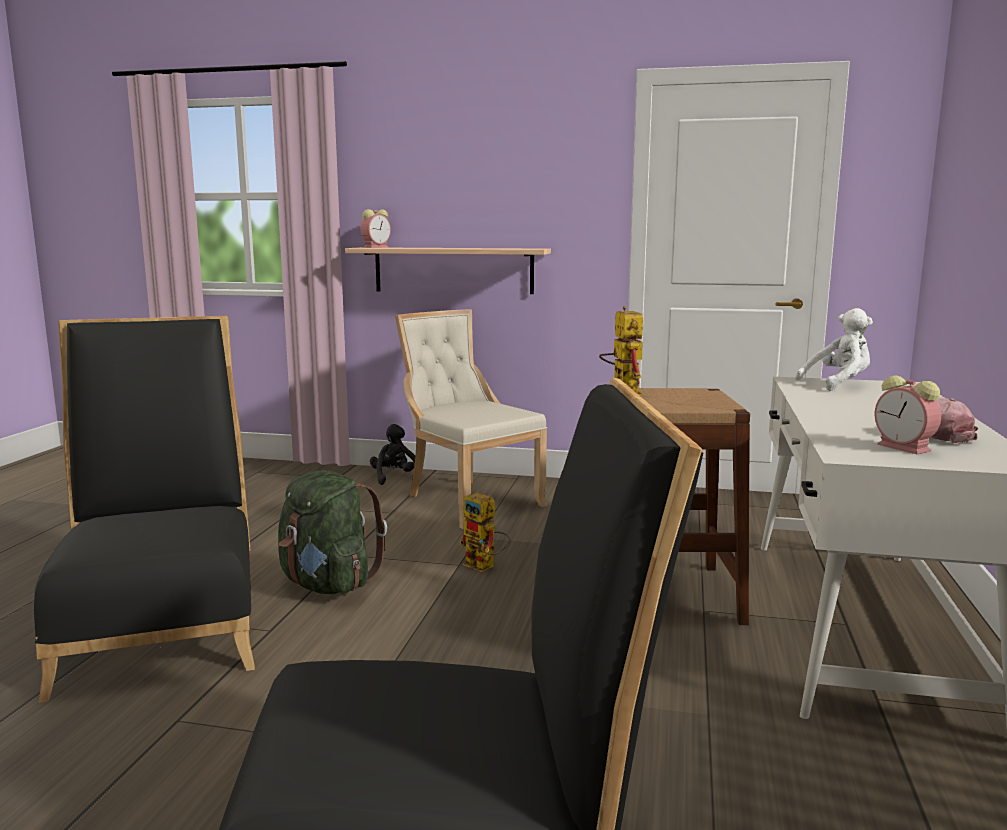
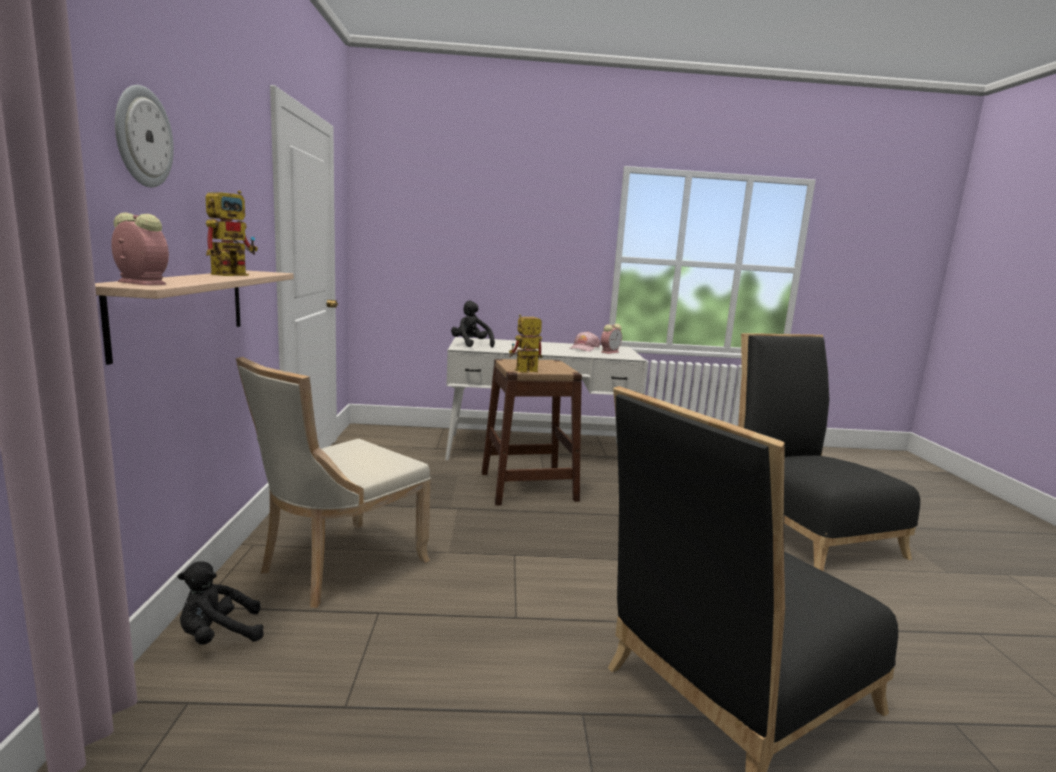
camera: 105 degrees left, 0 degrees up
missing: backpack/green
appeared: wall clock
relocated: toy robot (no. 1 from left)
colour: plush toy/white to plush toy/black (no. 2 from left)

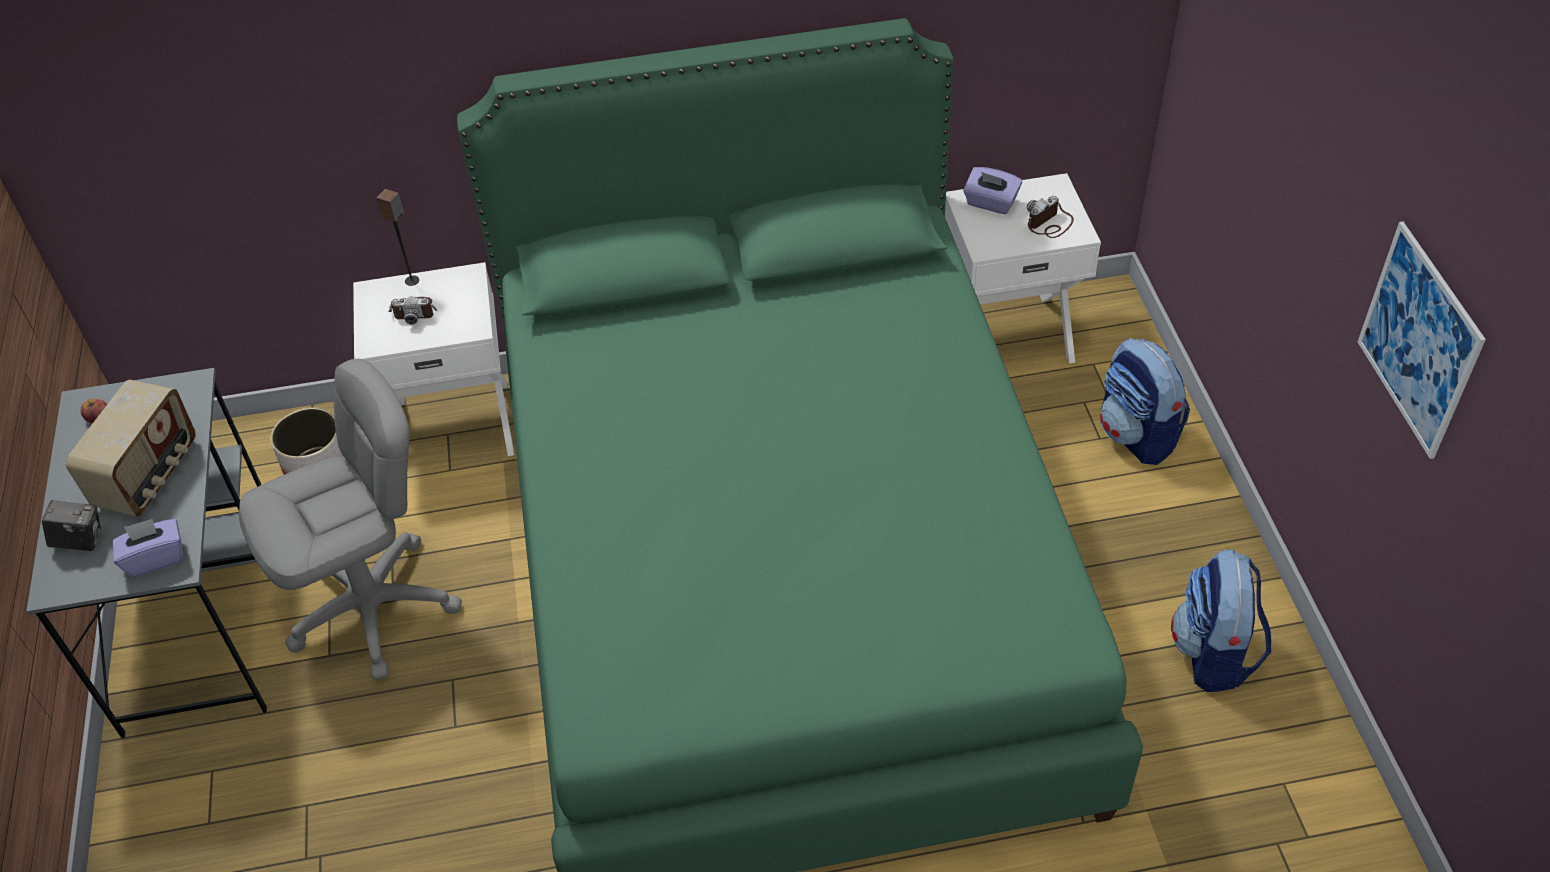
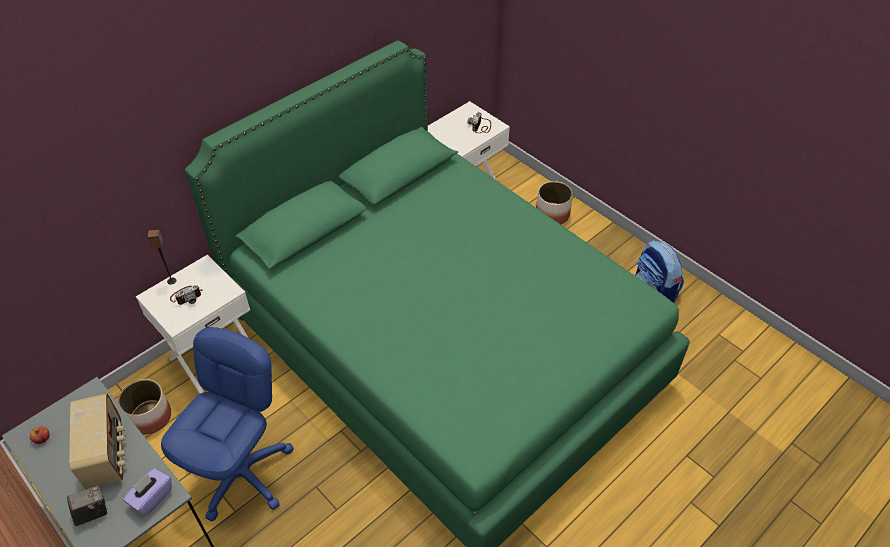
camera: 35 degrees left, 0 degrees up
missing: tissue box/purple (no. 2 from left); picture
exchanged: backpack (no. 1 from left) to planter (no. 2 from left)
colour: office chair/grey to office chair/blue

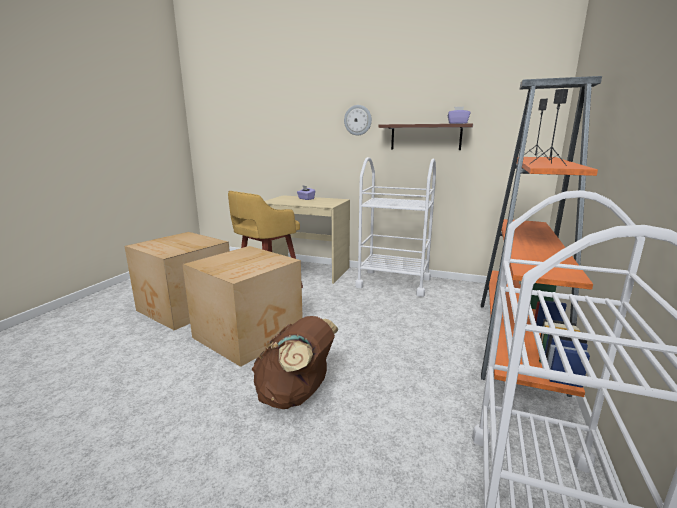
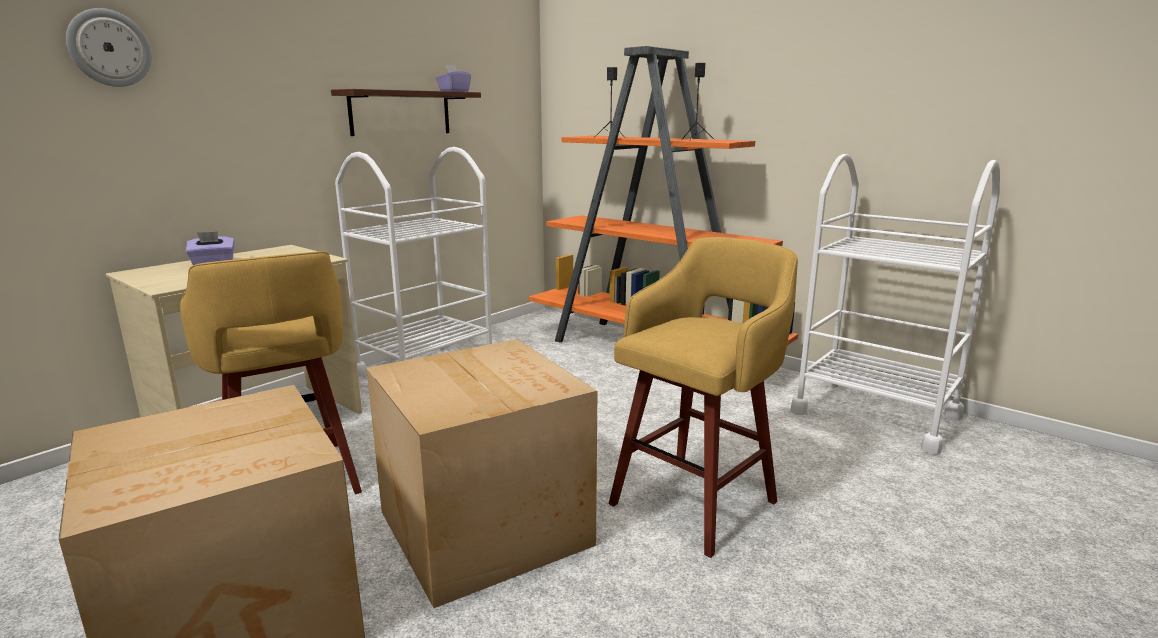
camera: 70 degrees left, 0 degrees up
relocated: wall clock
exchanged: backpack/brown to stool/yellow (no. 2 from left)

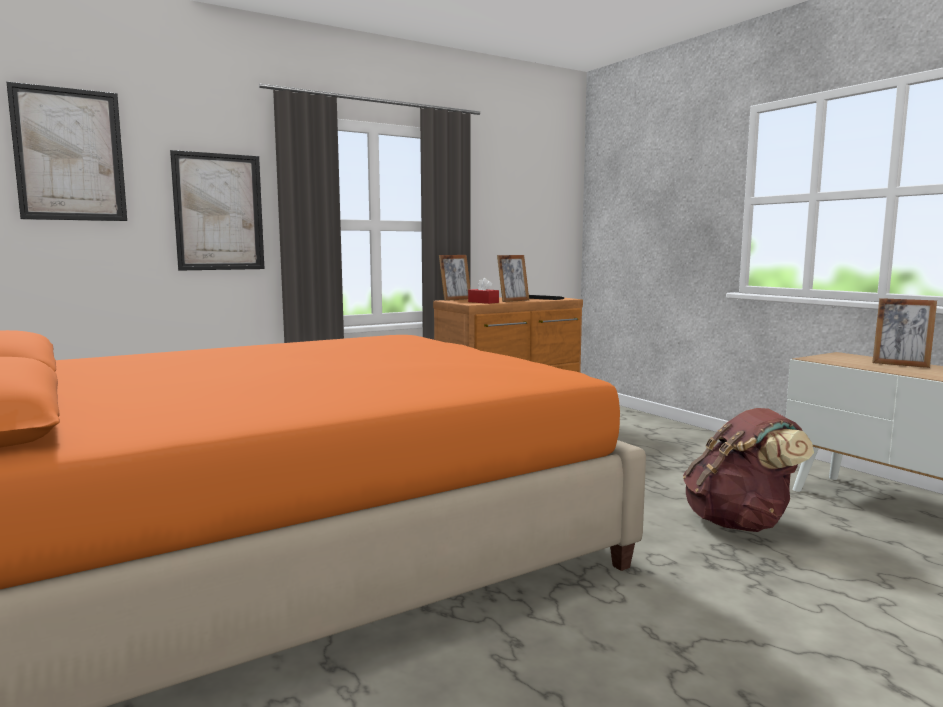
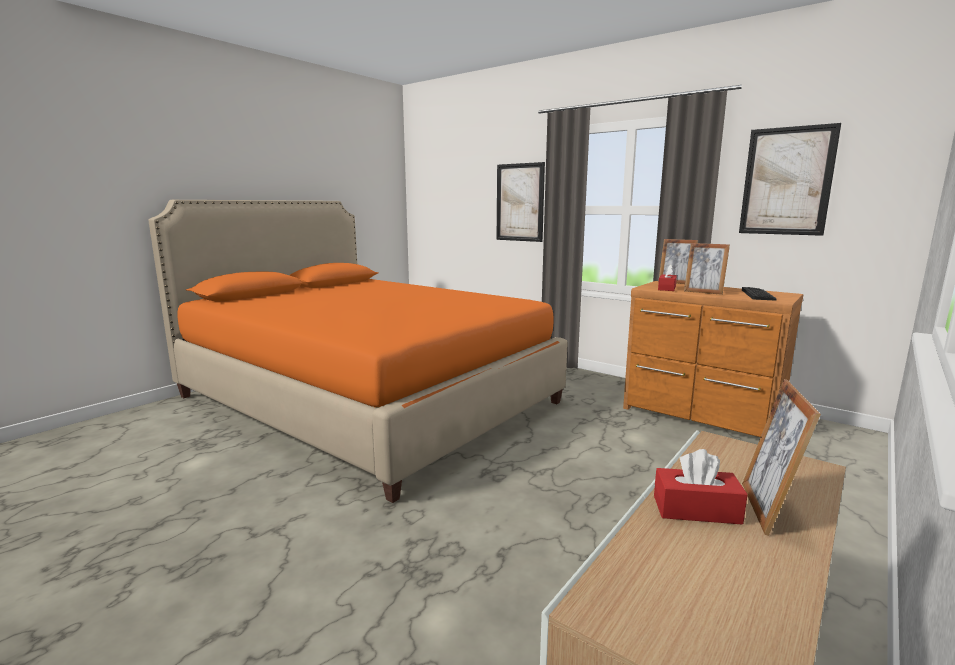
camera: 70 degrees right, 5 degrees up
missing: backpack/brown
appeared: tissue box/red (no. 2 from left)
relocated: picture (no. 1 from left in the first image) to picture (no. 2 from left)

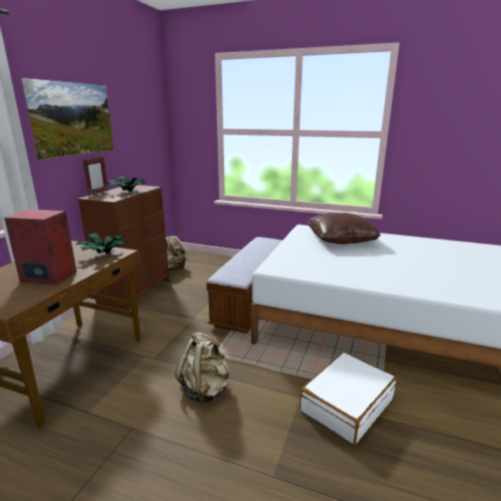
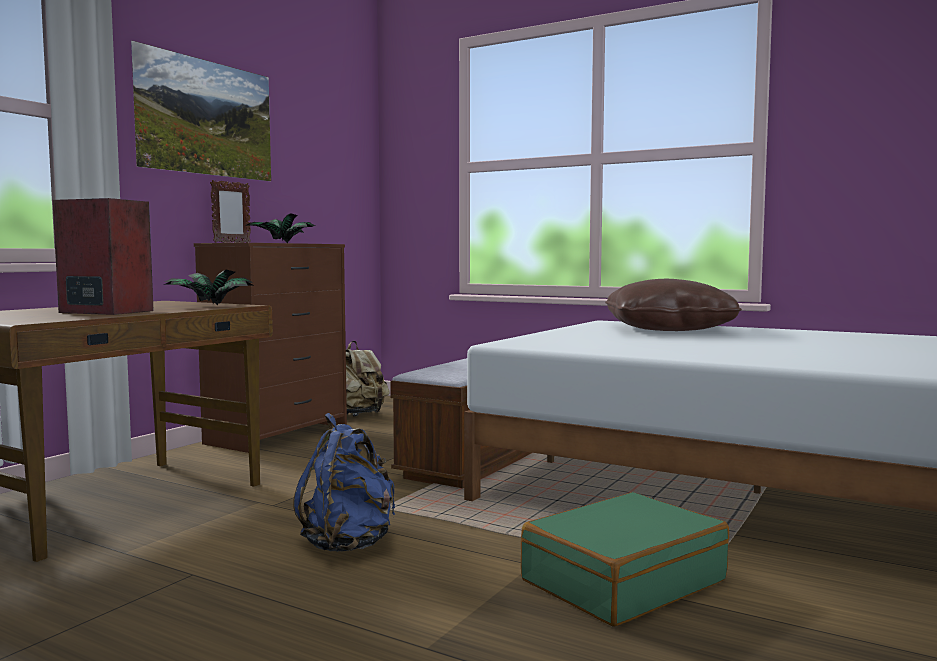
camera: 10 degrees right, 15 degrees down
colour: backpack/beige (no. 2 from left) to backpack/blue; suitcase/white to suitcase/green

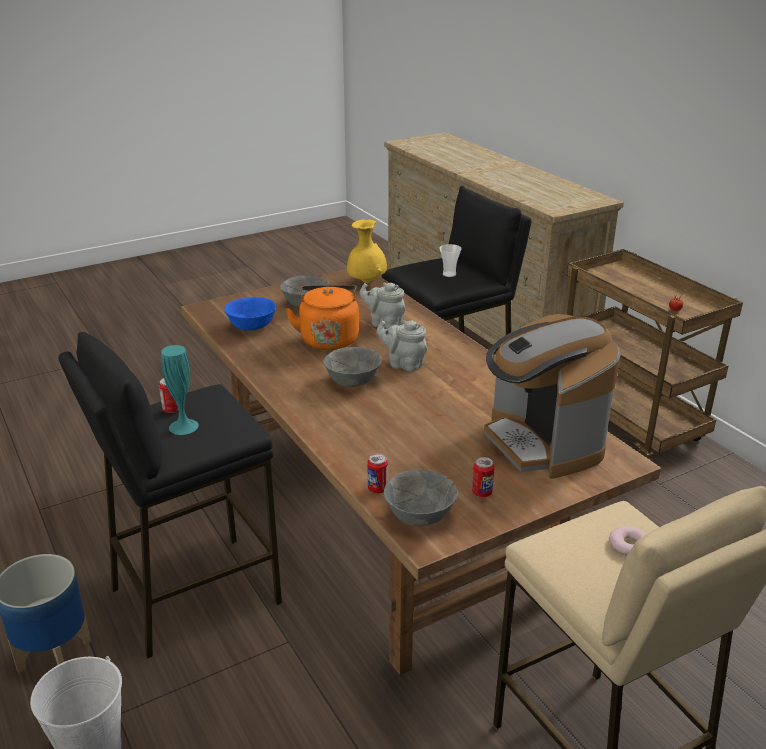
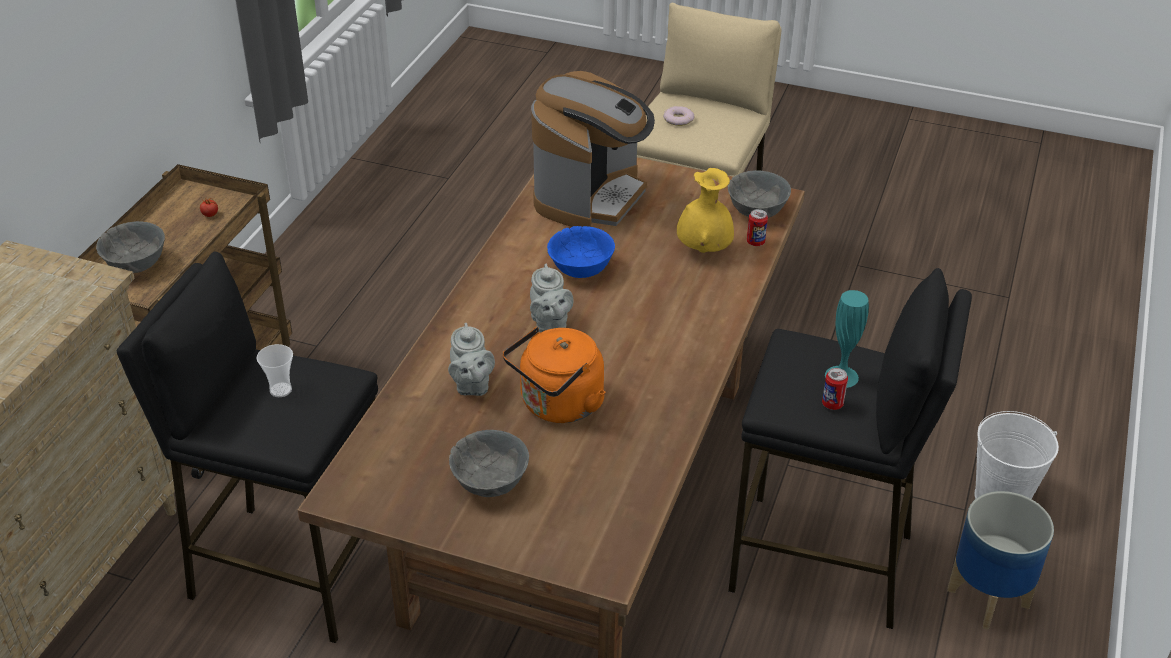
camera: 130 degrees left, 10 degrees up
missing: can (no. 3 from left)
relocated: bowl/grey (no. 2 from left in the first image) to bowl/grey (no. 1 from left); bowl/blue; vase/yellow

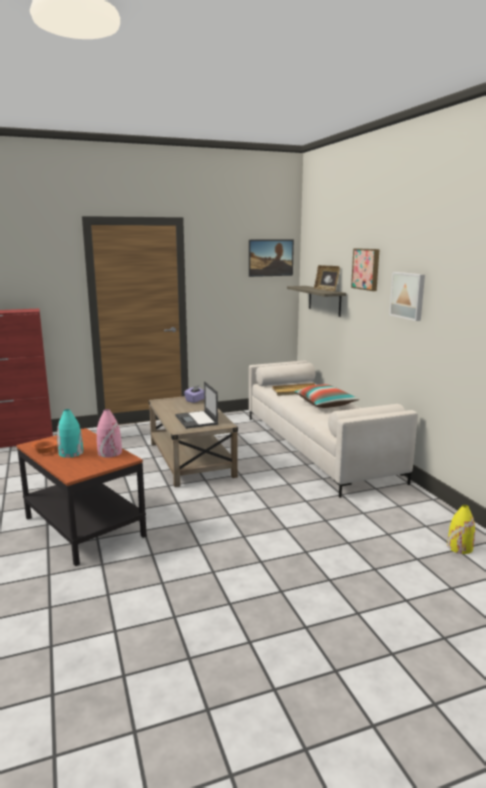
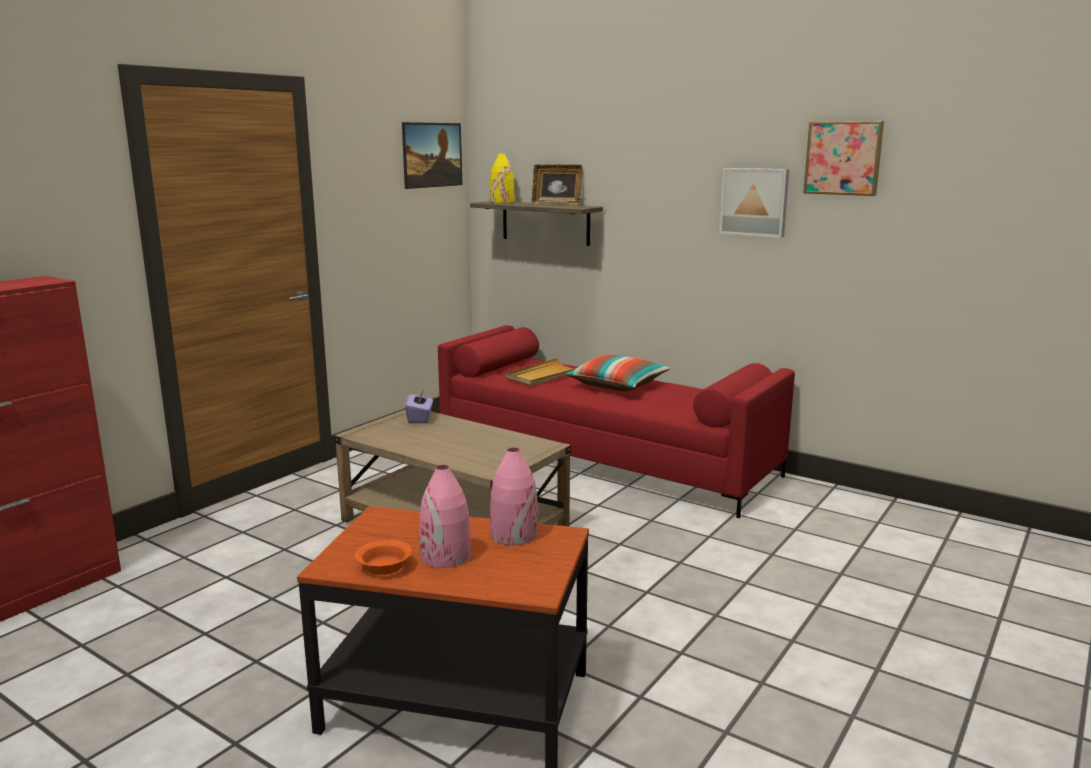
camera: 35 degrees left, 0 degrees up
missing: laptop
relocated: vase/yellow; picture (no. 2 from left in the first image) to picture (no. 3 from left)
colour: vase/turquoise to vase/pink (no. 1 from left); sofa/white to sofa/red

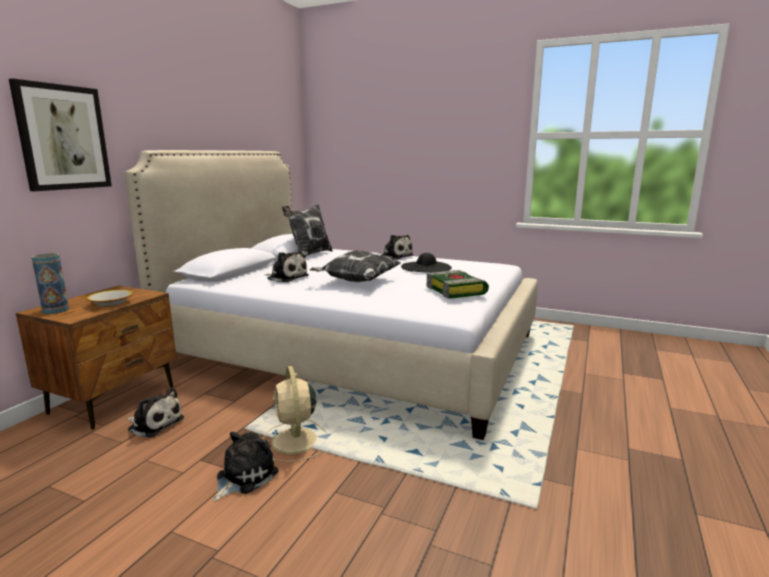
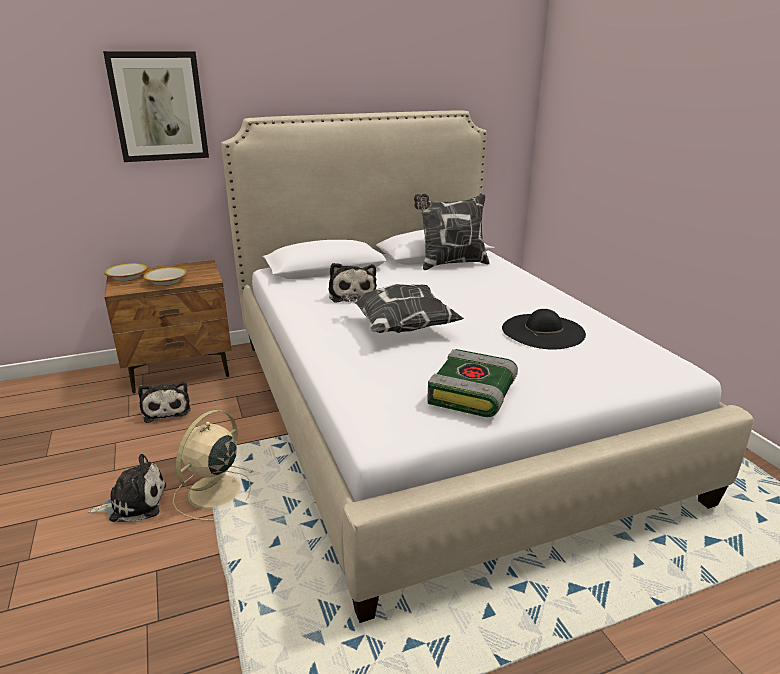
camera: 45 degrees right, 10 degrees up
missing: plush toy (no. 4 from left)
exchanged: vase to bowl (no. 1 from left)

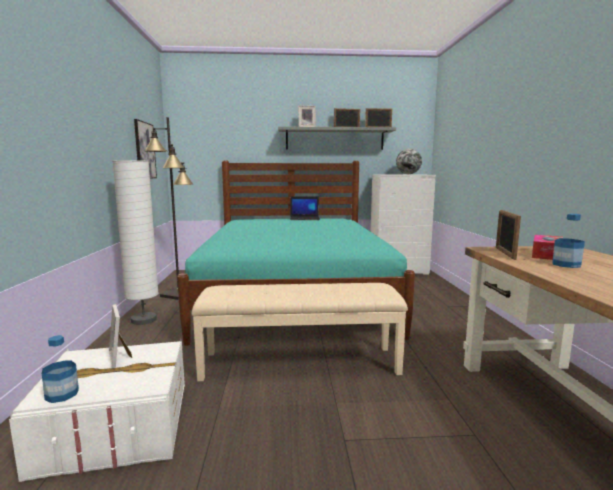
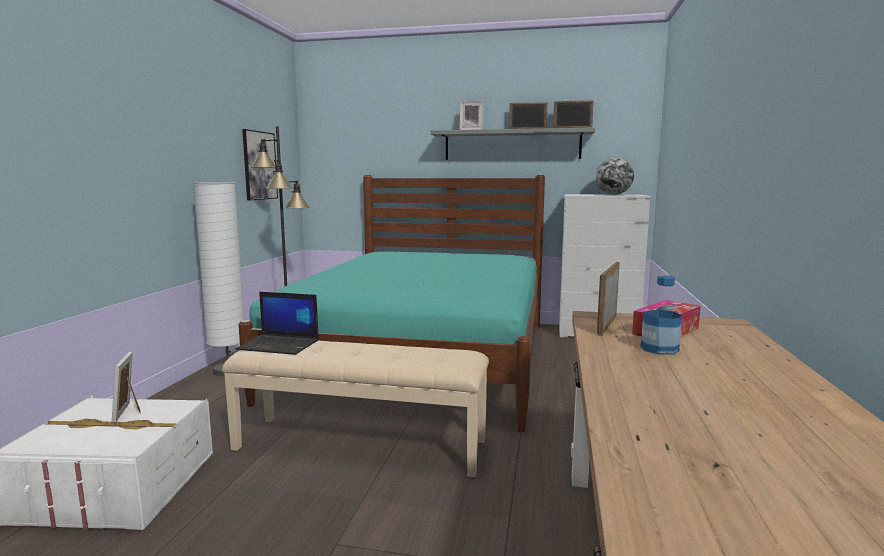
camera: 15 degrees right, 0 degrees up
missing: bottle (no. 1 from left)
relocated: laptop

